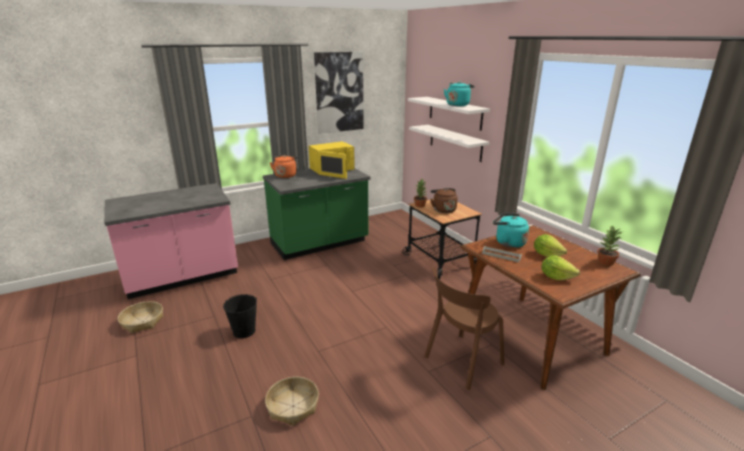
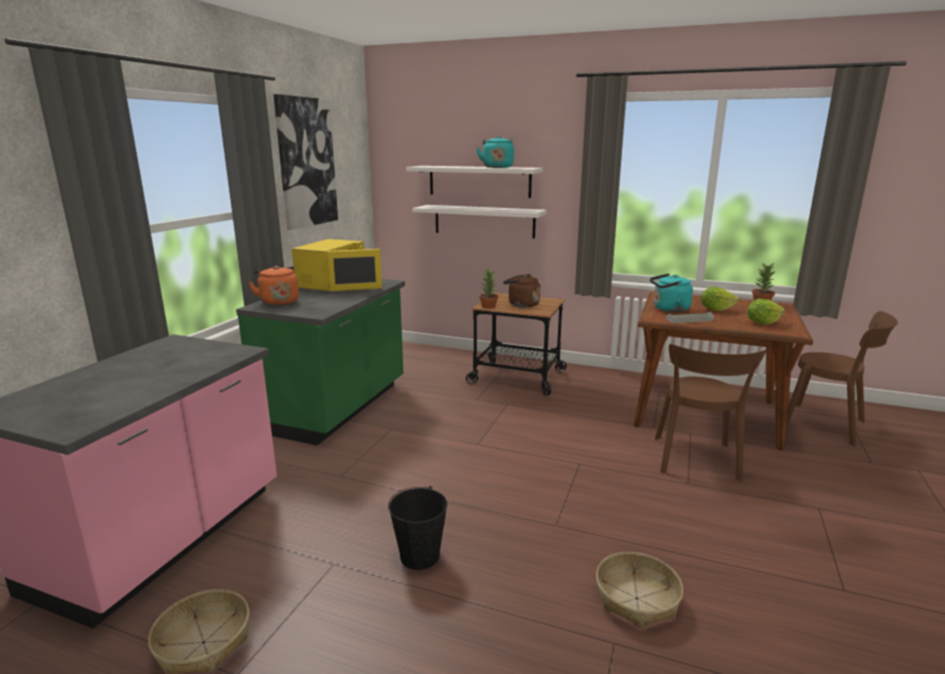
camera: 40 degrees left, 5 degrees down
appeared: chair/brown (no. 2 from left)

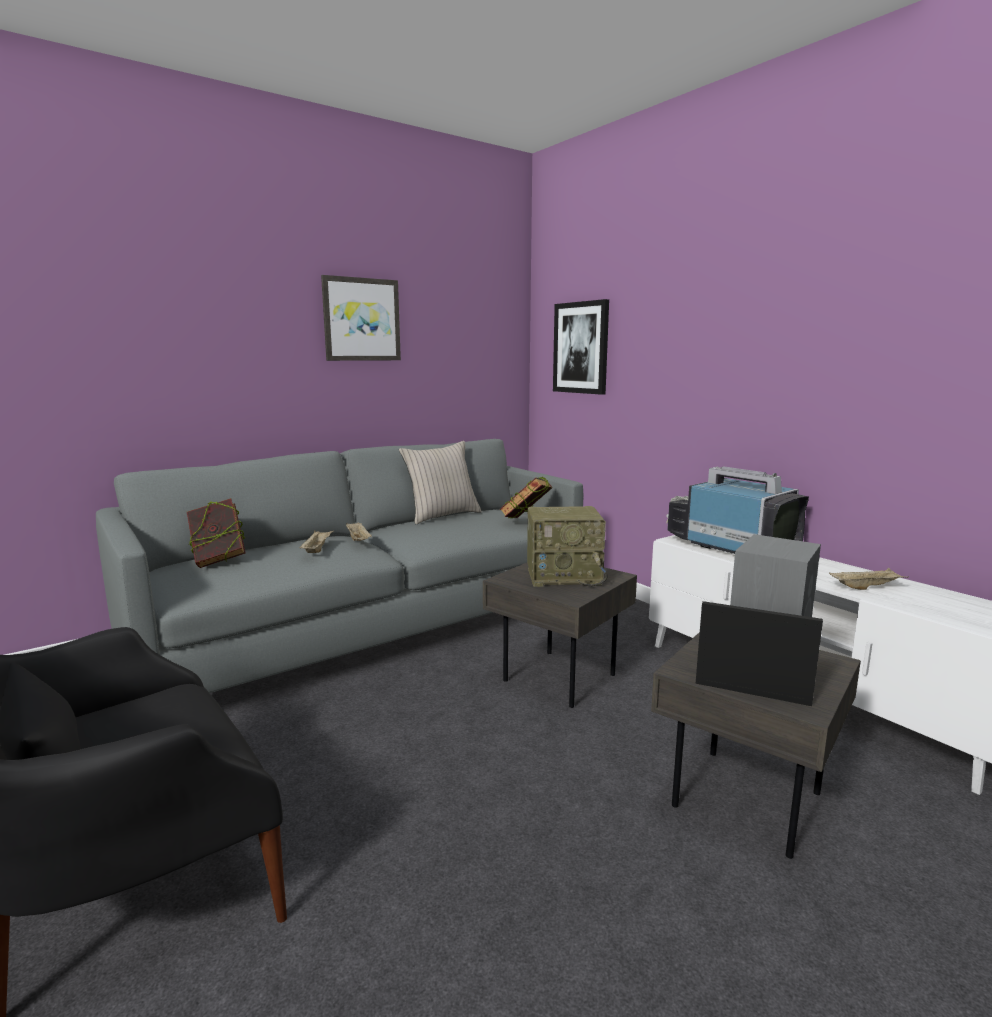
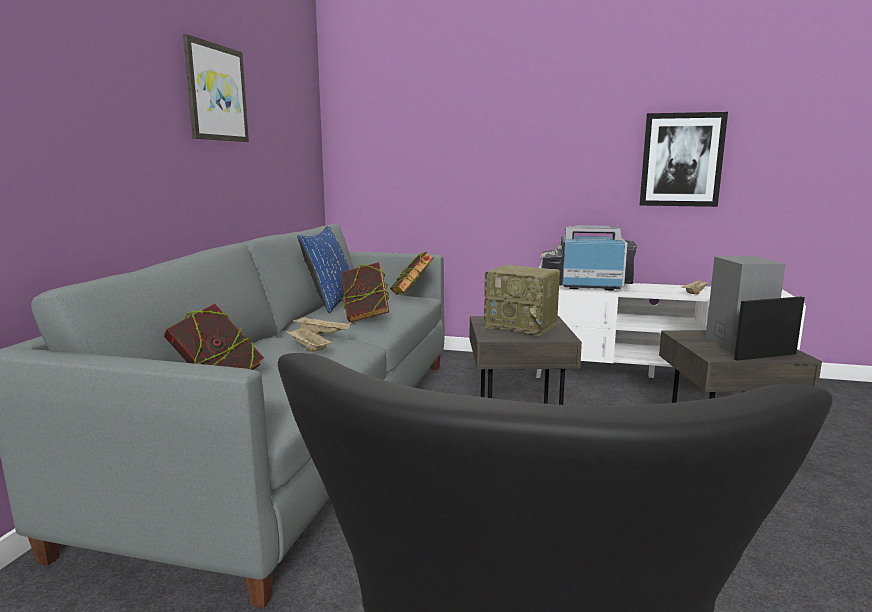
camera: 40 degrees left, 0 degrees up
appeared: book (no. 2 from left)
relocated: picture (no. 2 from left)
colour: pillow/beige to pillow/blue
spun: radio 75 degrees clockwise

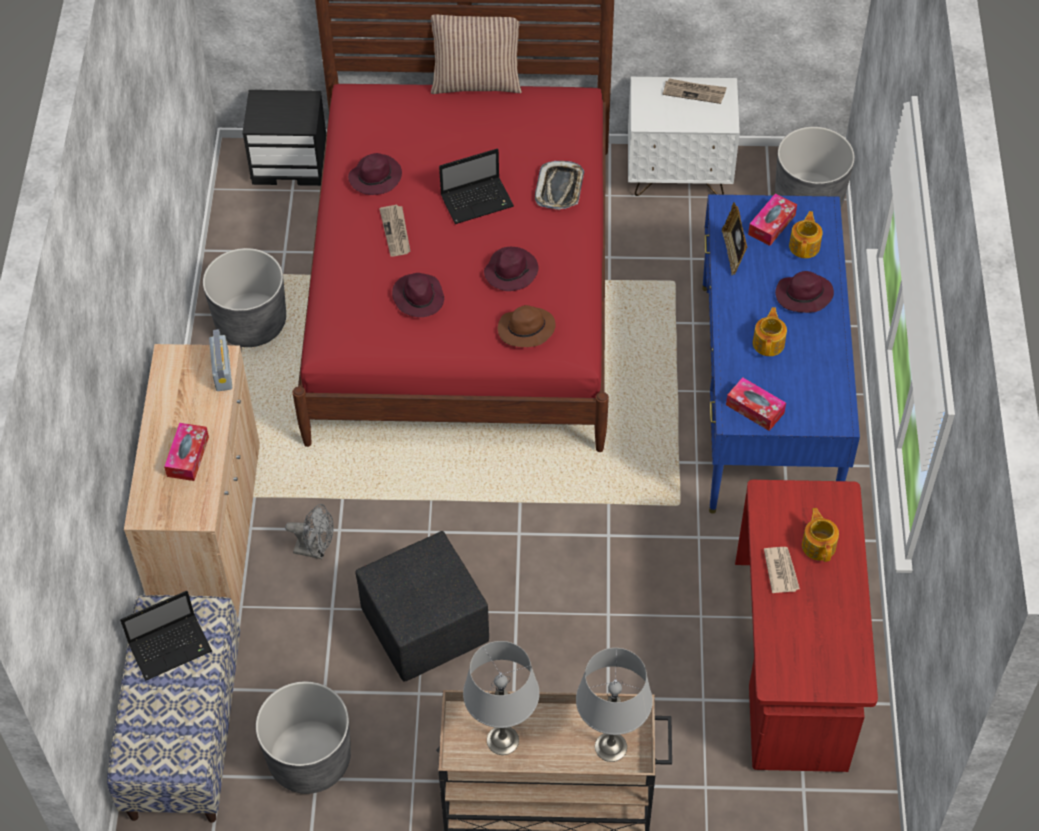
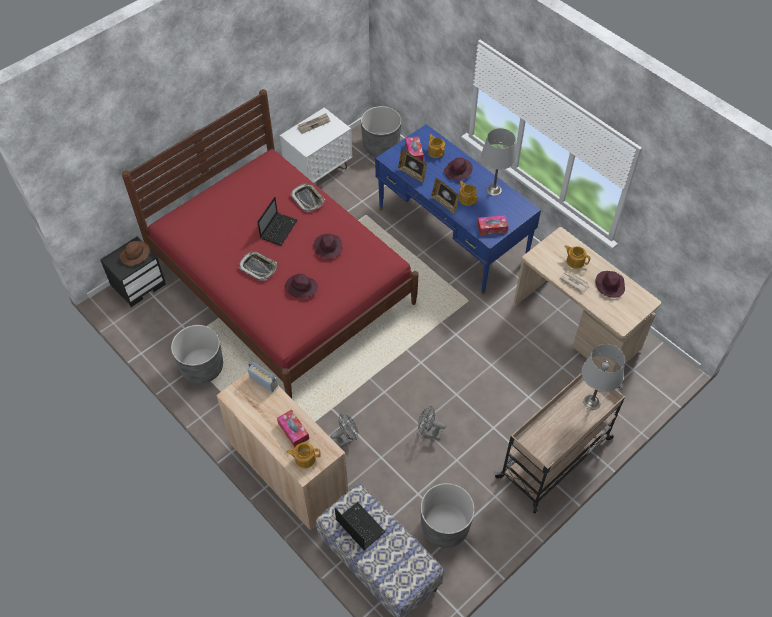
camera: 45 degrees left, 0 degrees up
missing: pillow
appeared: teapot (no. 1 from left); picture frame (no. 2 from left)
relocated: hat/brown; table lamp/grey (no. 1 from left); hat/purple (no. 1 from left in the first image) to hat/purple (no. 4 from left)
exchanged: newspaper (no. 1 from left) to tray (no. 1 from left); ottoman/black to fan/grey (no. 2 from left)
colour: desk/red to desk/beige
spun: laptop (no. 1 from left in the first image) 60 degrees counterclockwise

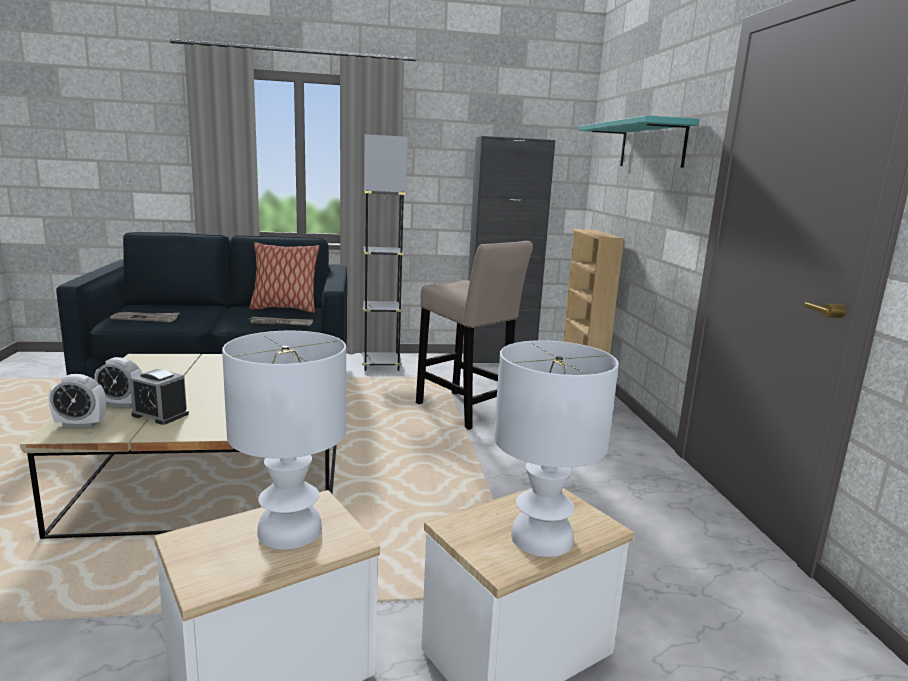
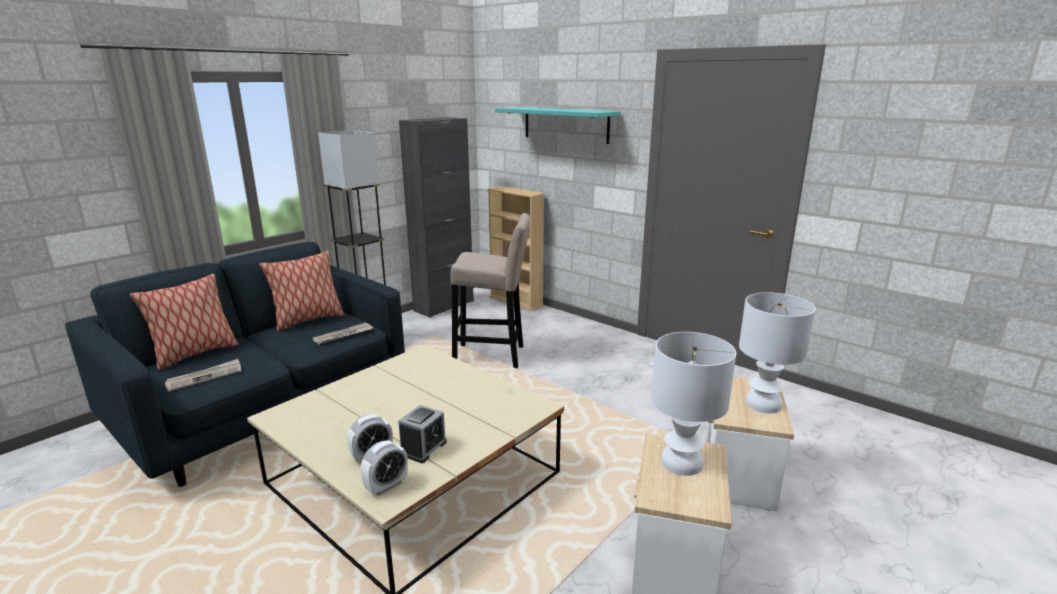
camera: 40 degrees left, 5 degrees up
appeared: pillow (no. 1 from left)
spun: alarm clock (no. 3 from left) 45 degrees counterclockwise

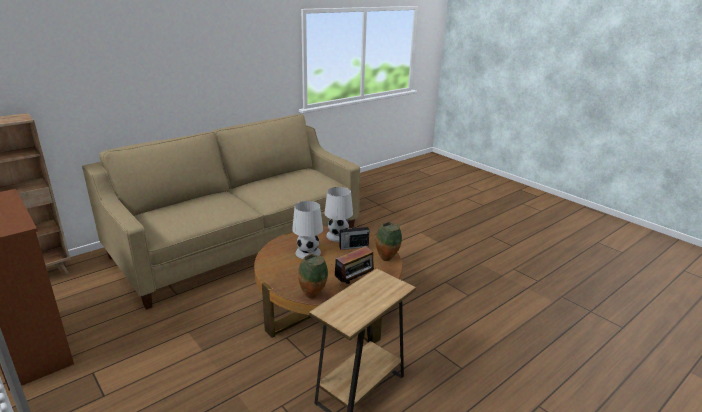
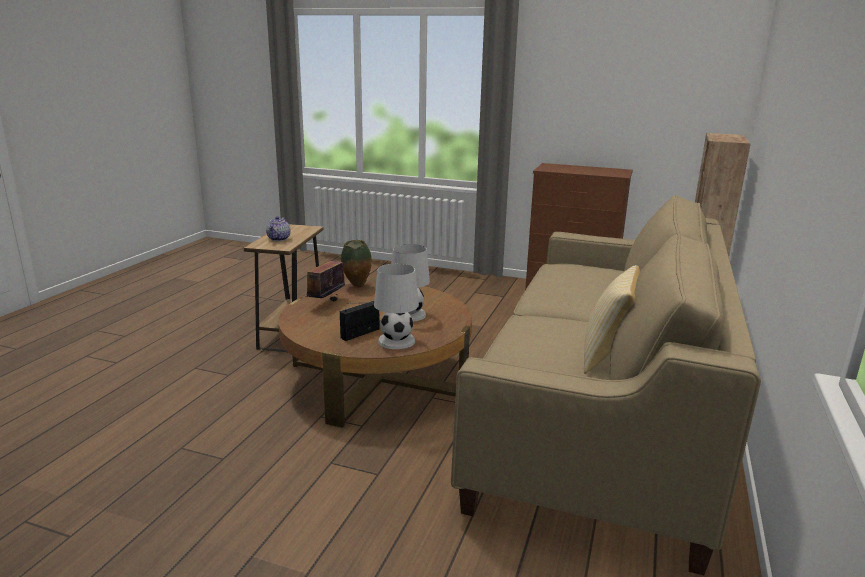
camera: 150 degrees right, 5 degrees down
missing: vase (no. 2 from left)
appeared: teapot; pillow

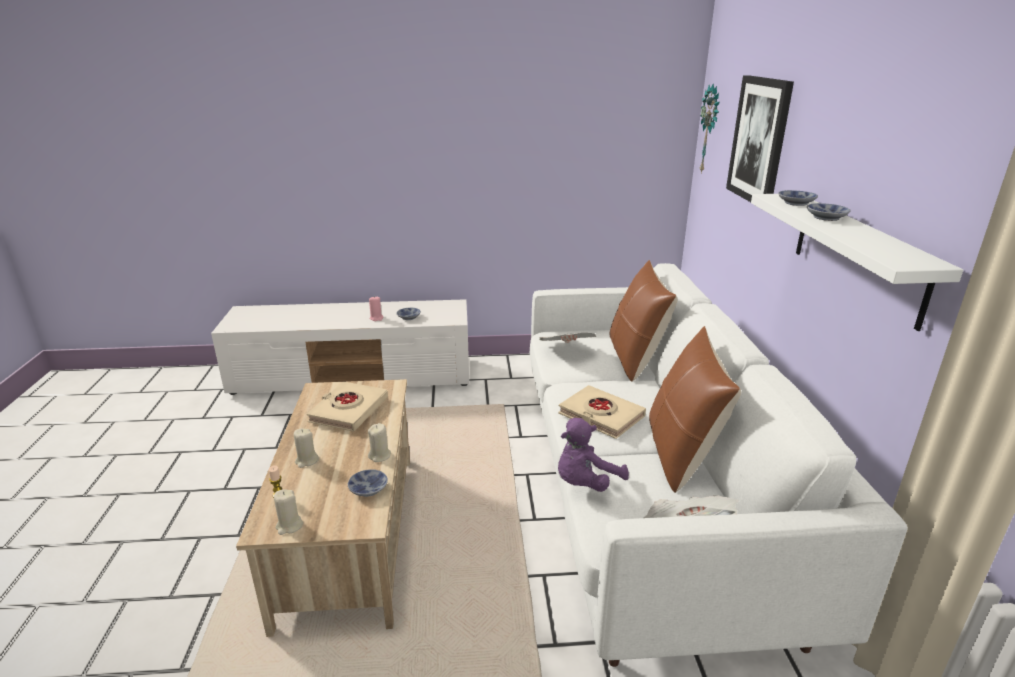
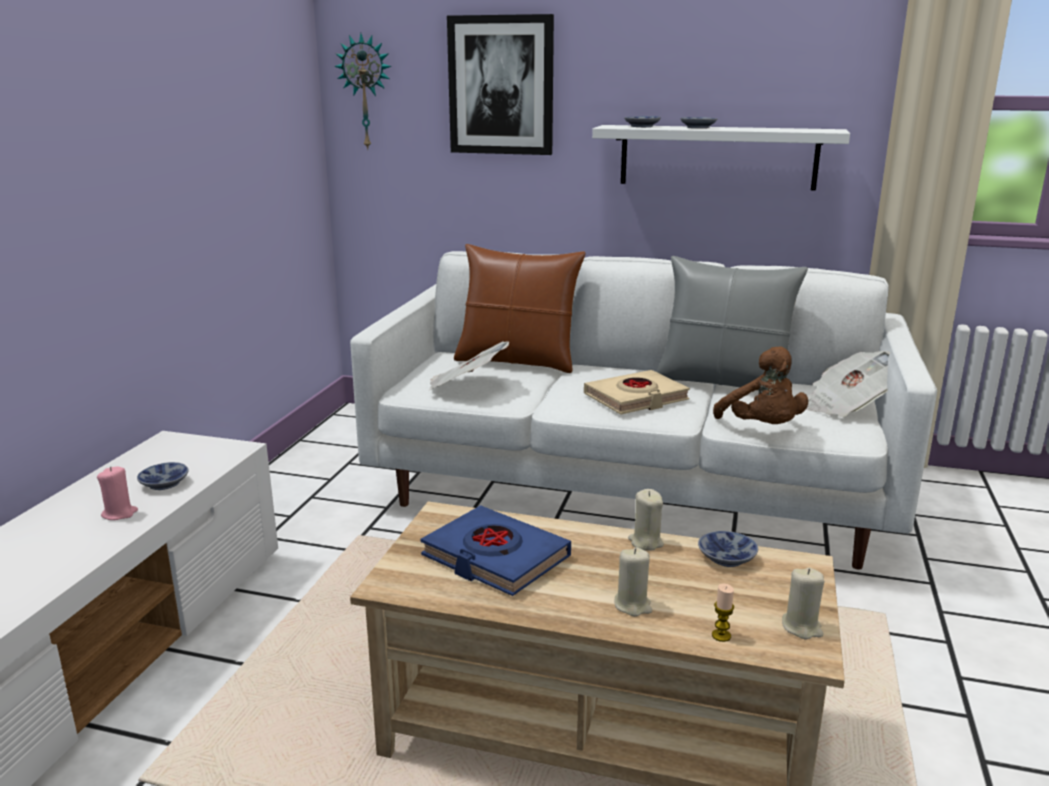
camera: 70 degrees left, 5 degrees down
colour: book/beige (no. 1 from left) to book/blue; pillow/brown (no. 2 from left) to pillow/grey; plush toy/purple to plush toy/brown

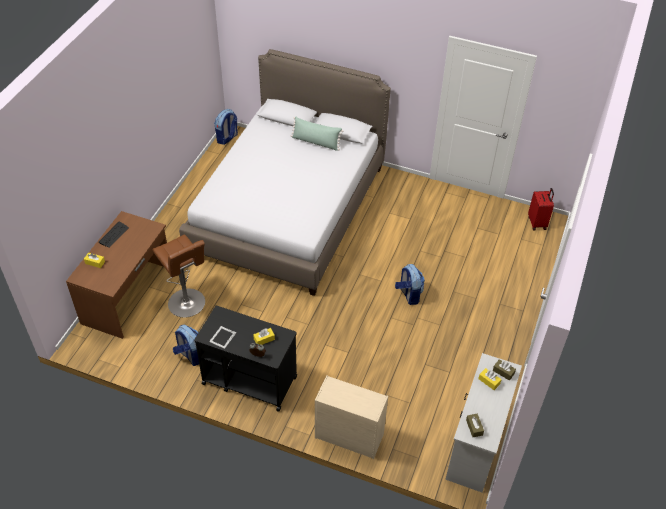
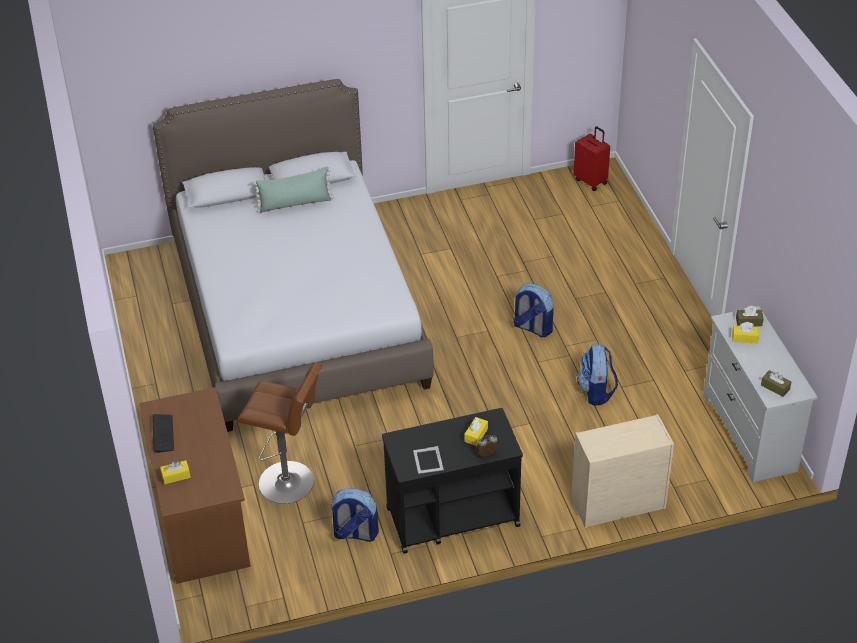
camera: 35 degrees left, 5 degrees down
relocated: backpack (no. 2 from left in the first image) to backpack (no. 3 from left)

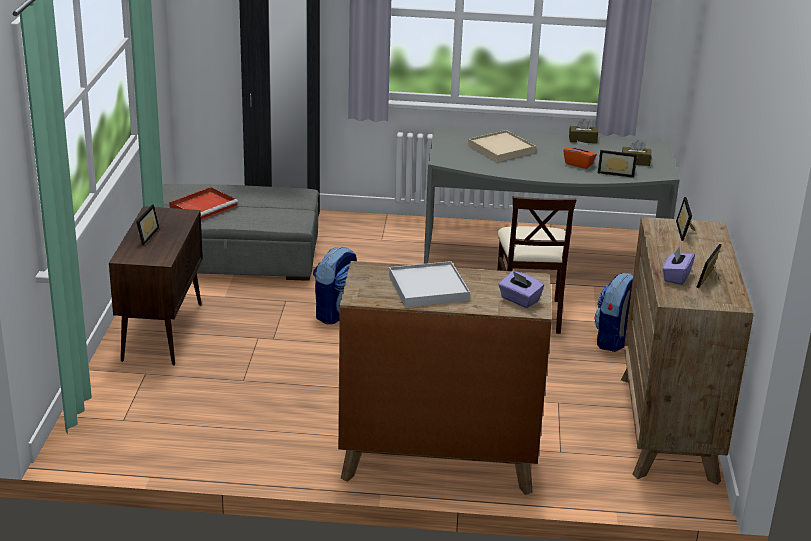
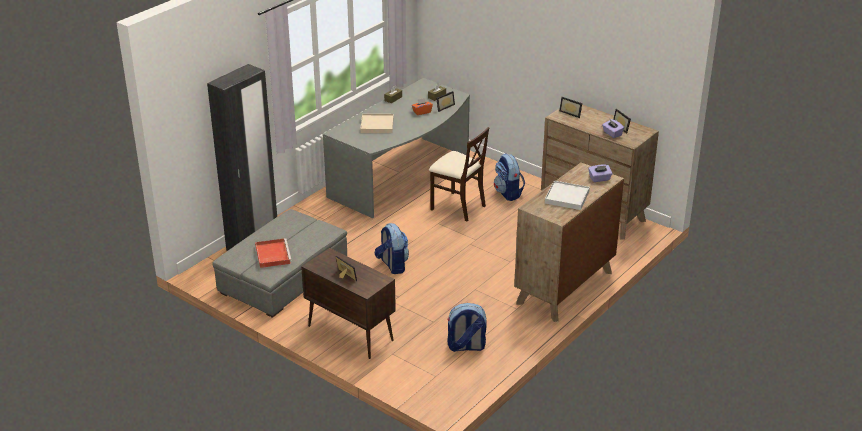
camera: 55 degrees left, 5 degrees up
appeared: backpack (no. 2 from left)

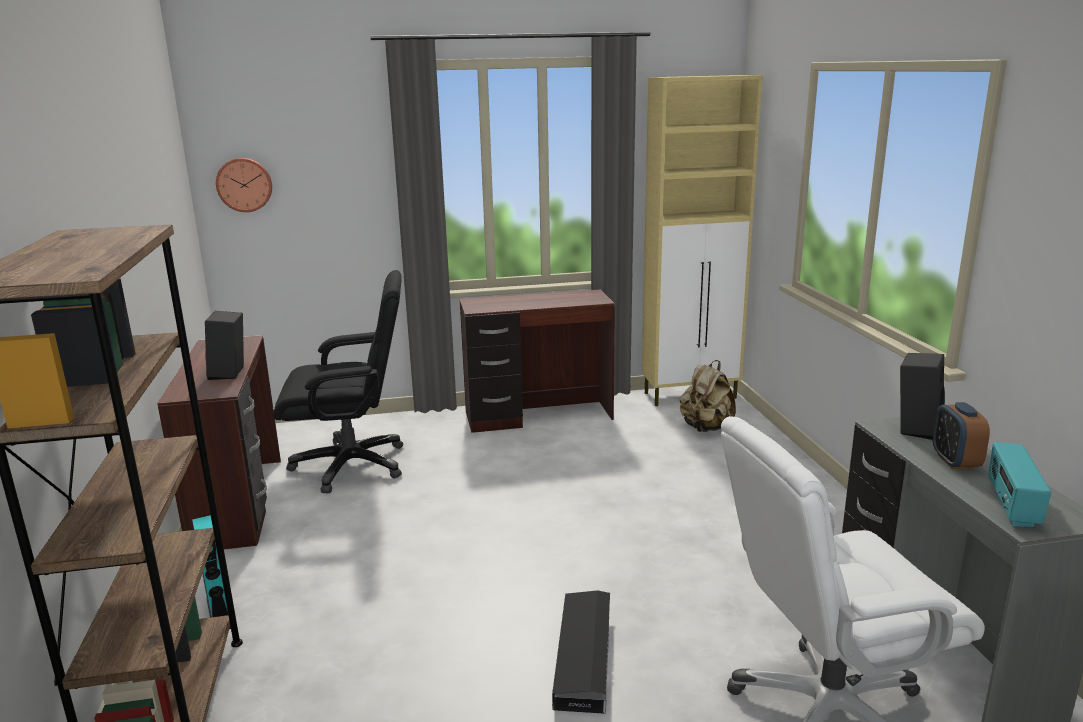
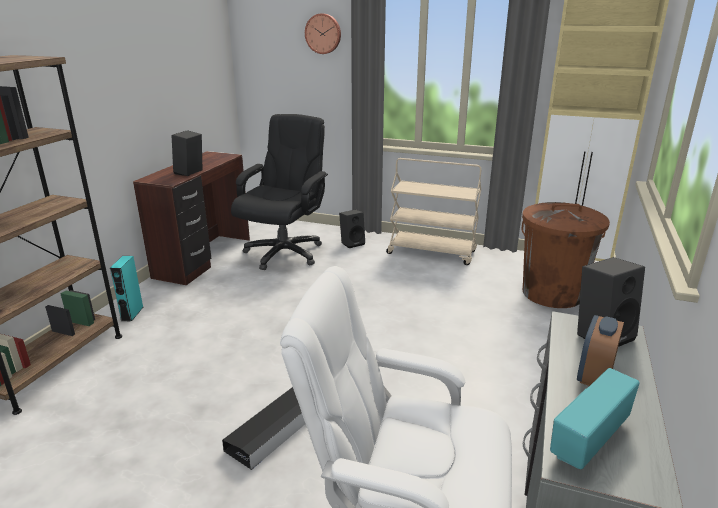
camera: 30 degrees right, 5 degrees up
appeared: speaker/black (no. 2 from left)
relocated: wall clock
exchanged: desk/brown (no. 2 from left) to cart/beige; backpack/beige to trash can/brown
spun: office chair/black 90 degrees counterclockwise

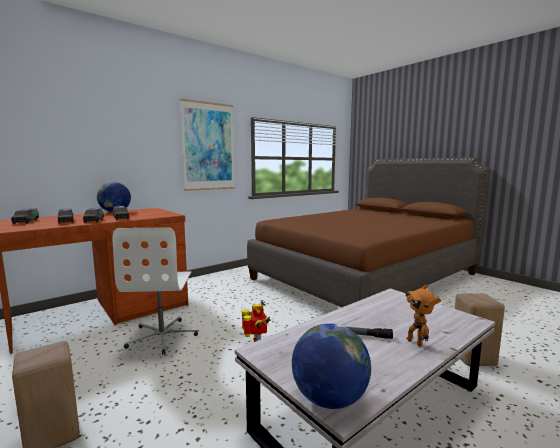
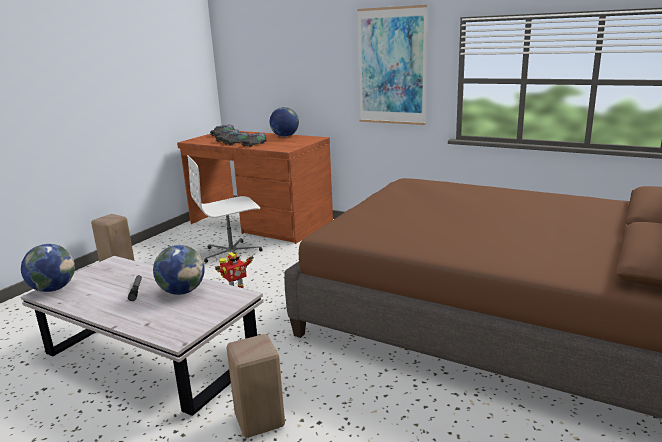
camera: 70 degrees right, 10 degrees up
missing: toy robot (no. 2 from left)
appeared: globe (no. 2 from left)

